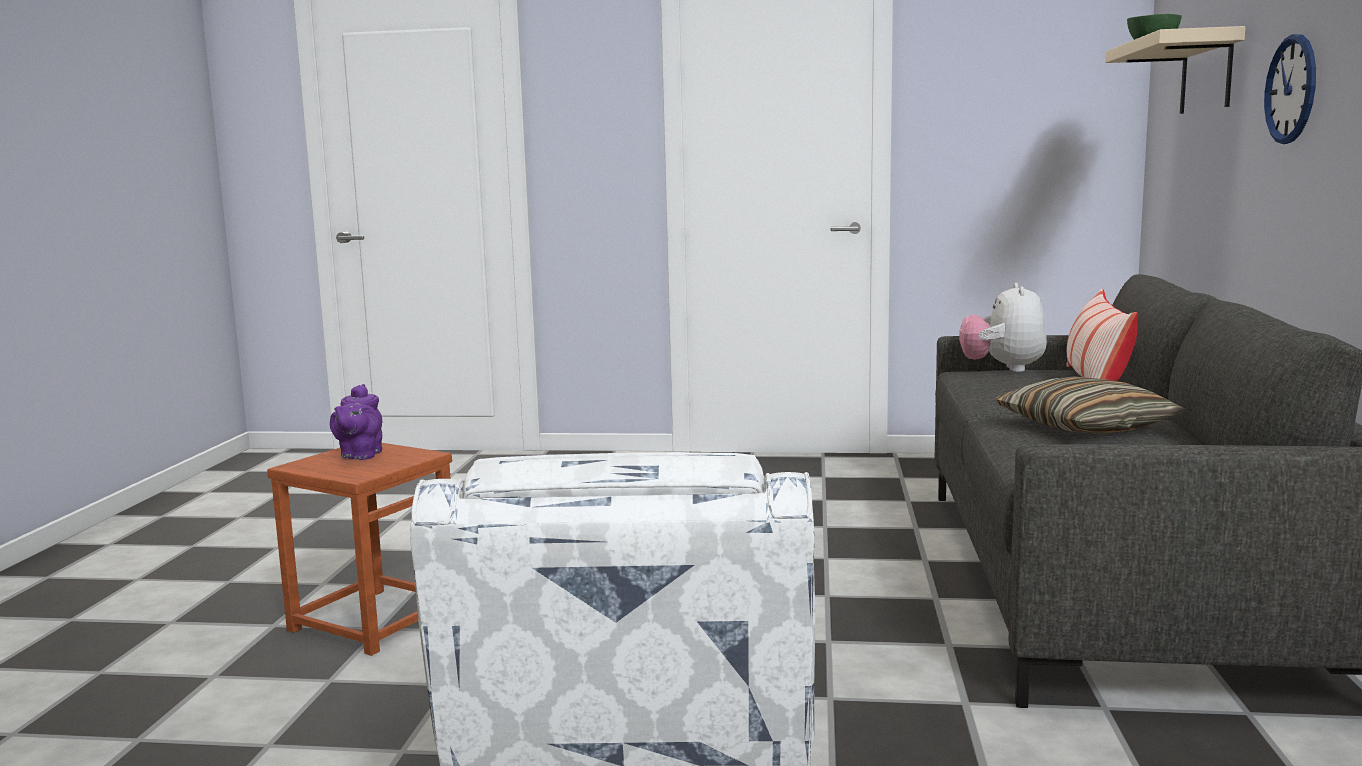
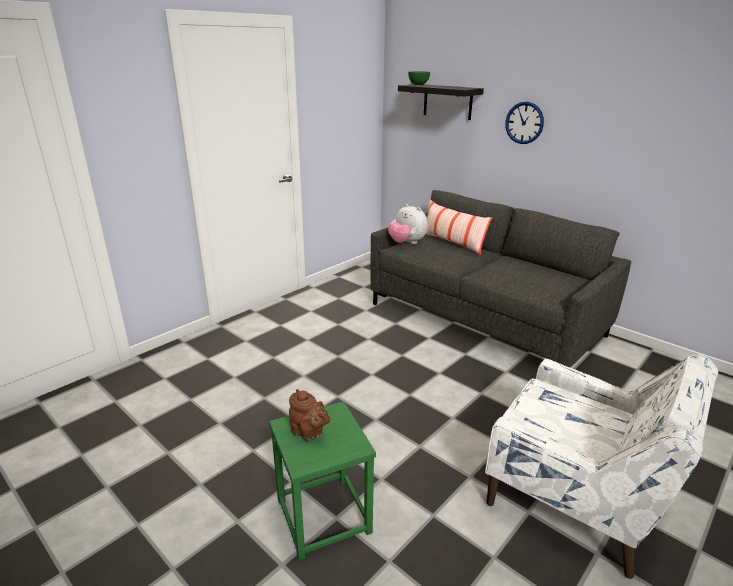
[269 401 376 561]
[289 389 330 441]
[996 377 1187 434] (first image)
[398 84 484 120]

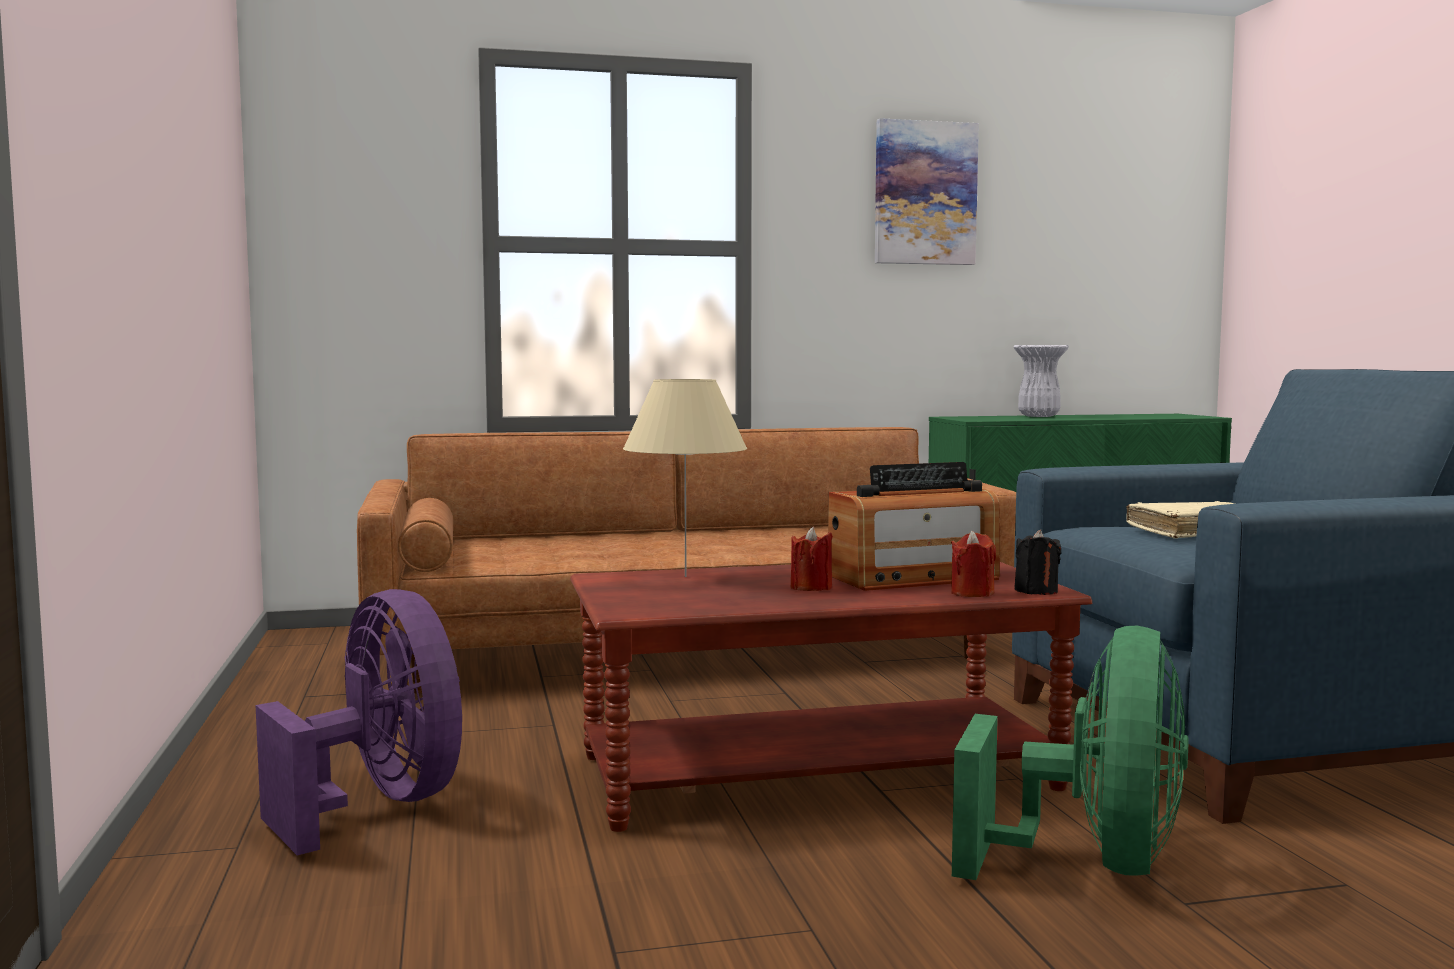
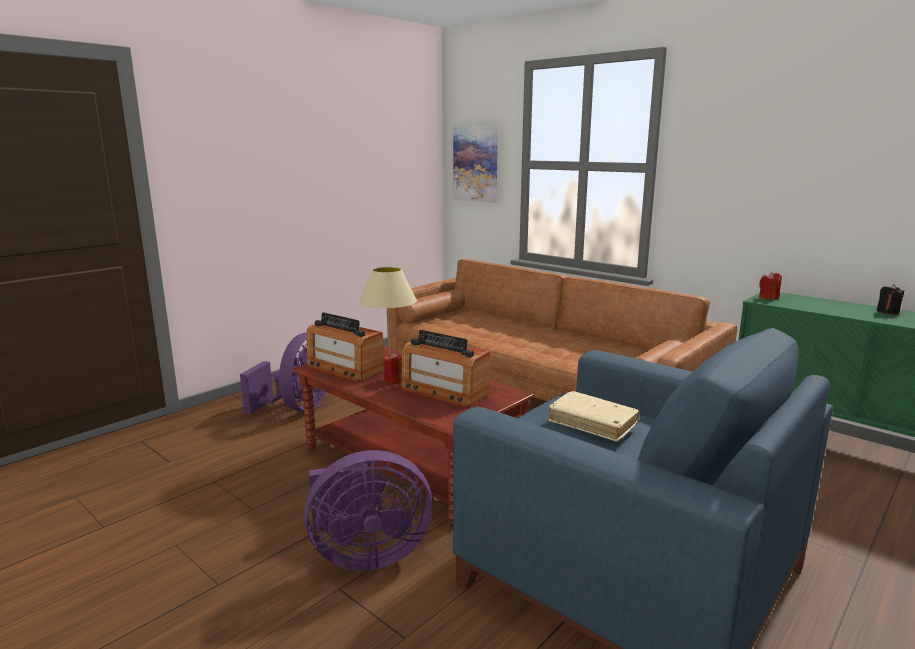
[453 127 498 203]
[759 272 782 299]
[304 450 433 571]
[1013 345 1069 417] (first image)
[877 284 905 314]
[307 312 384 382]

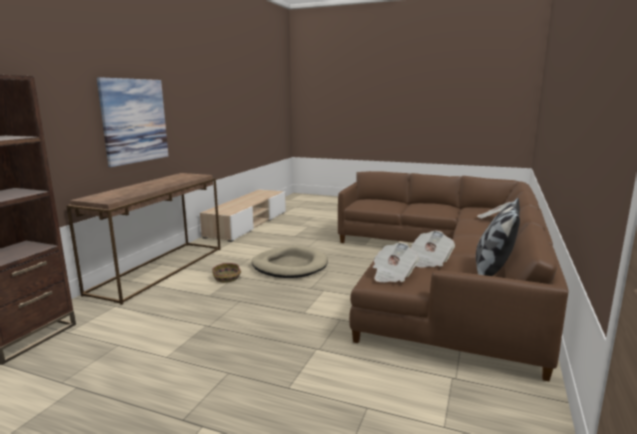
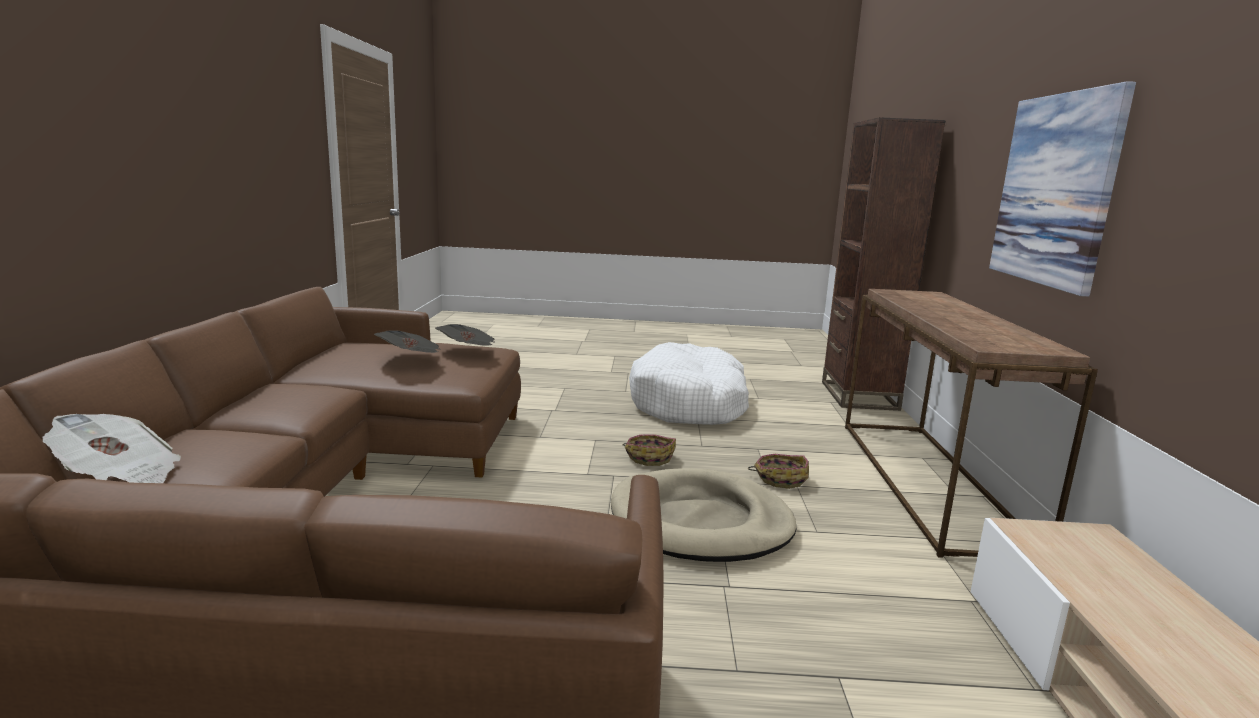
[476 198 520 276] (first image)
[622 434 676 466]
[629 342 749 425]

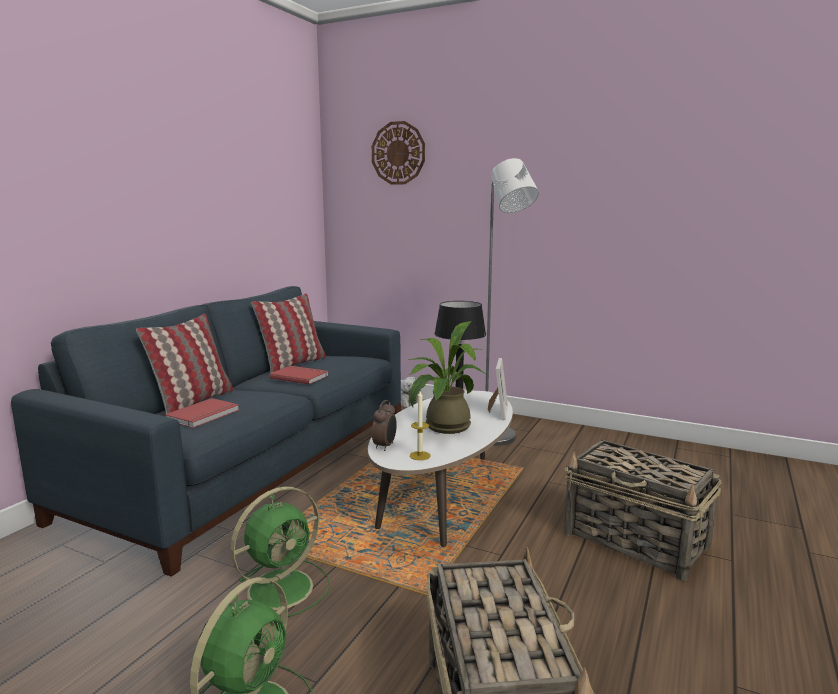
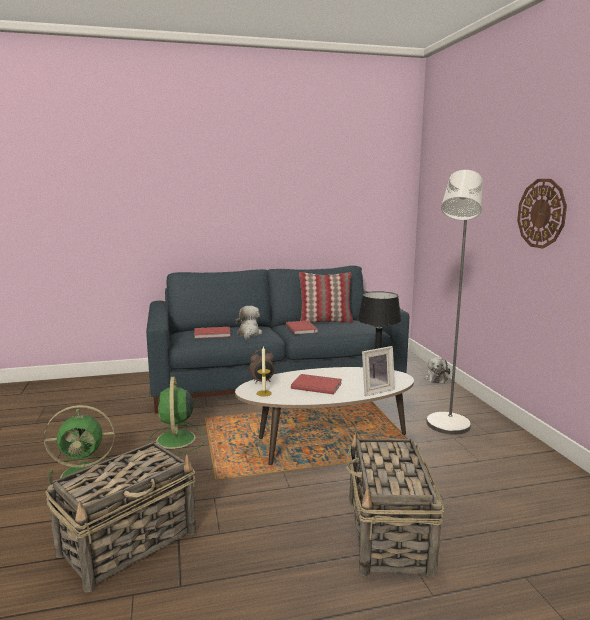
[136 314 233 414] (first image)
[148 377 205 454]
[517 179 567 249]
[291 374 342 395]
[235 306 262 340]

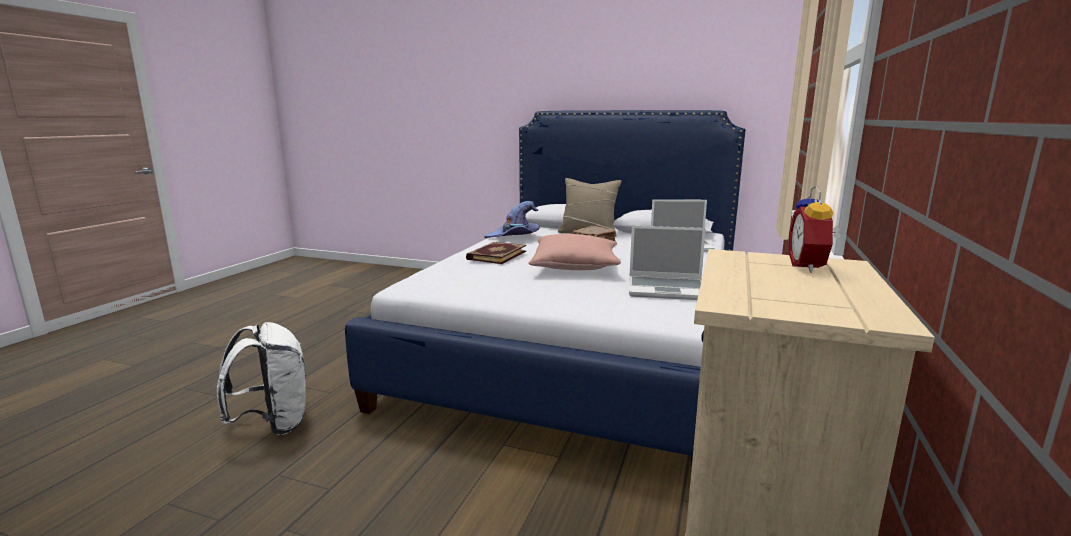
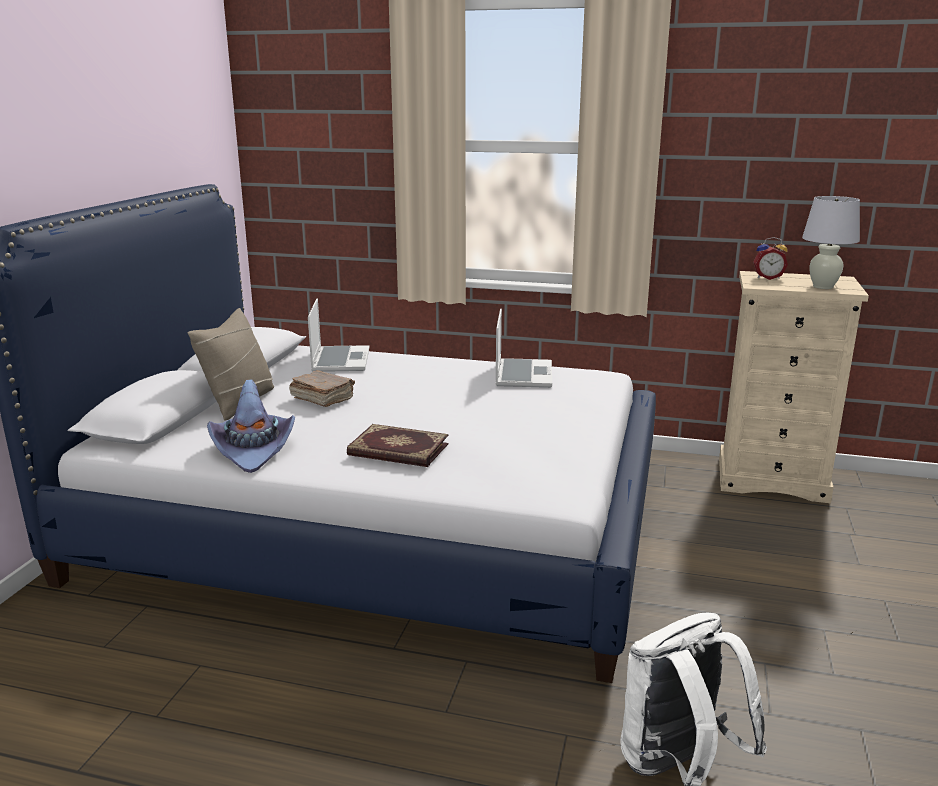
[528 234 621 270] (first image)
[802 196 860 289]

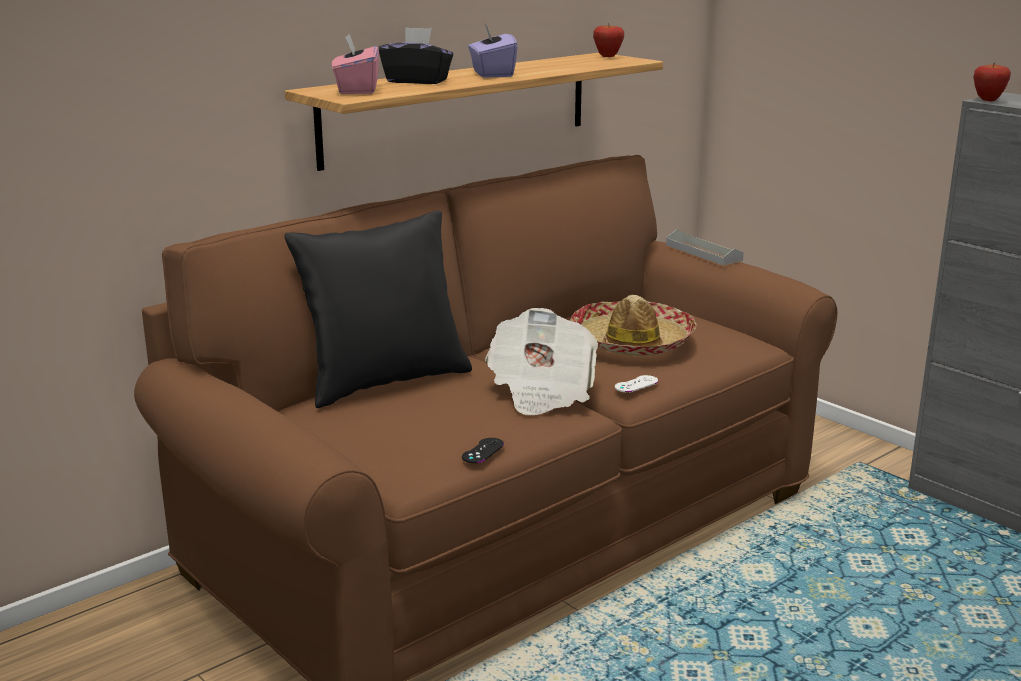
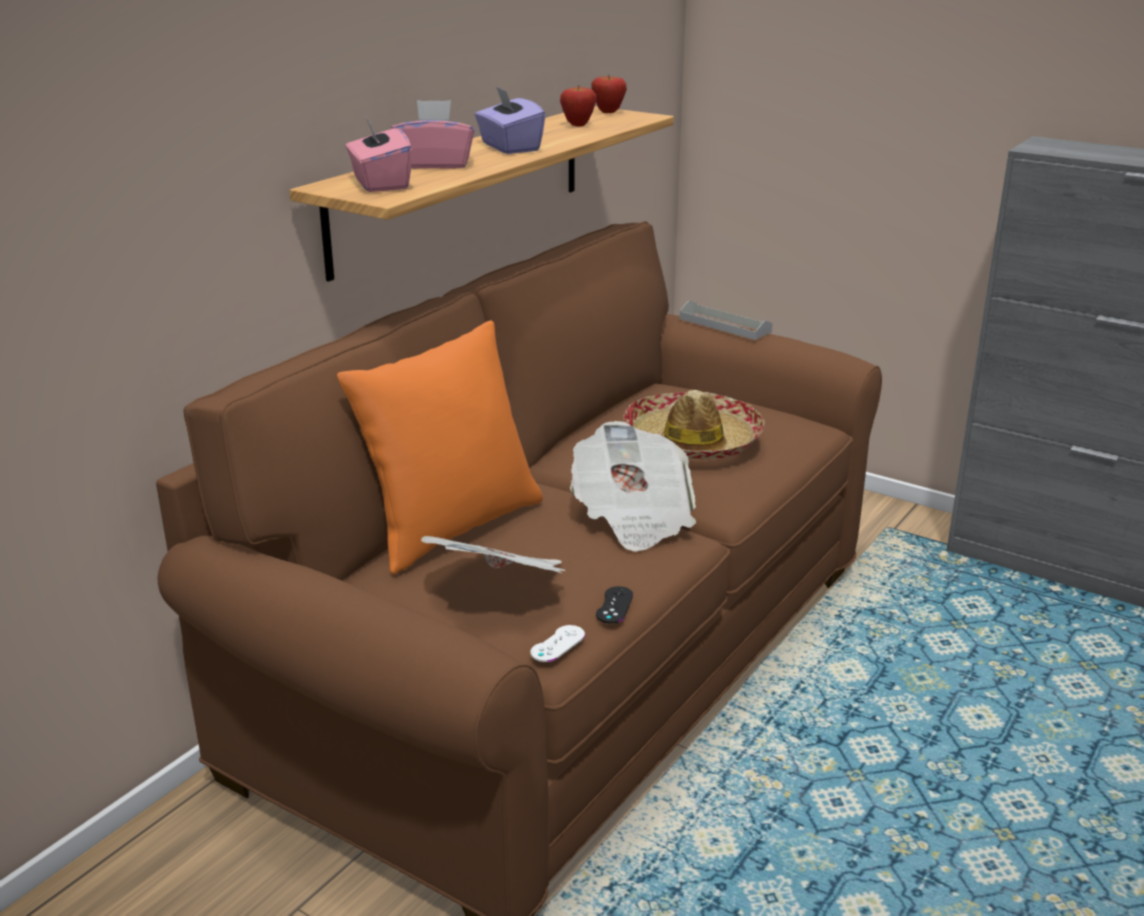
[337 321 543 574]
[391 100 475 169]
[531 625 585 662]
[560 85 596 126]
[421 536 566 573]

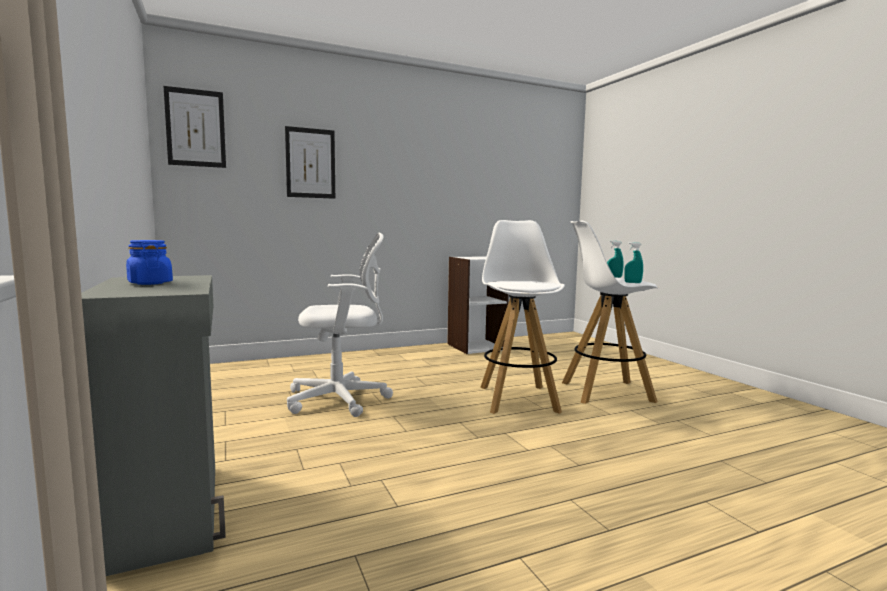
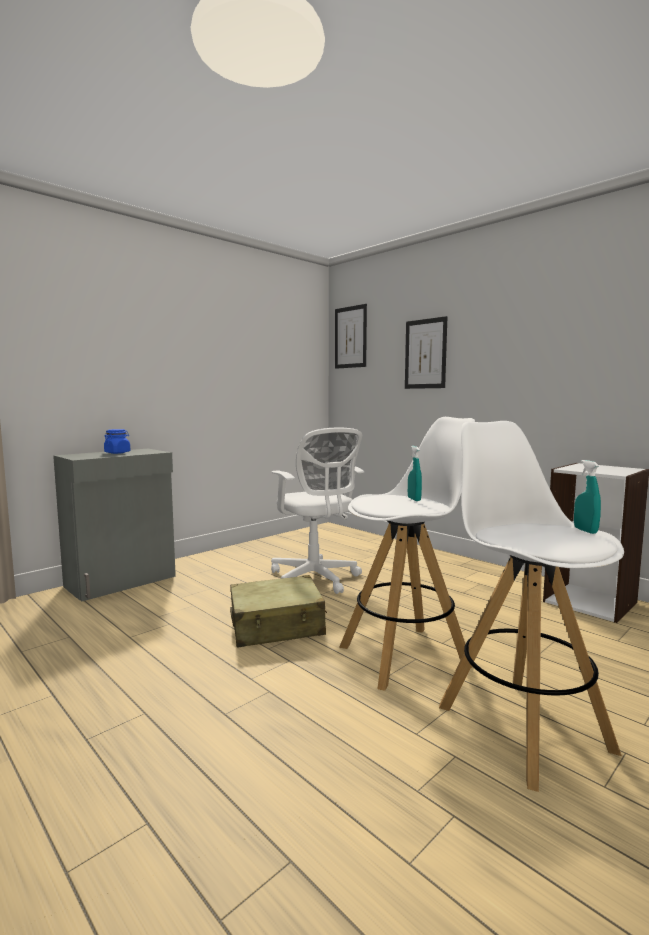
[408 446 422 501]
[230 575 327 648]

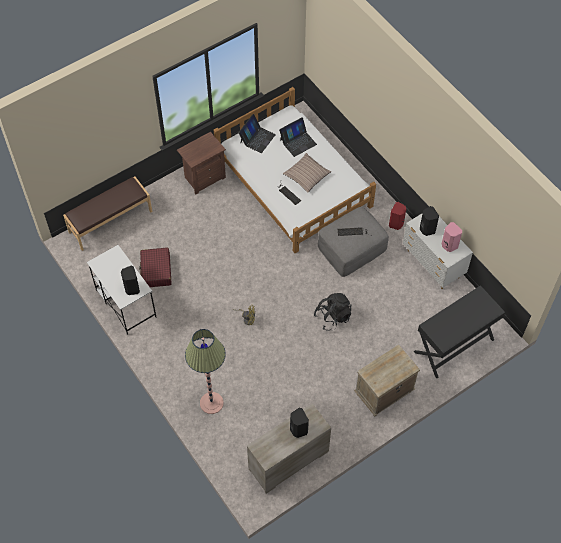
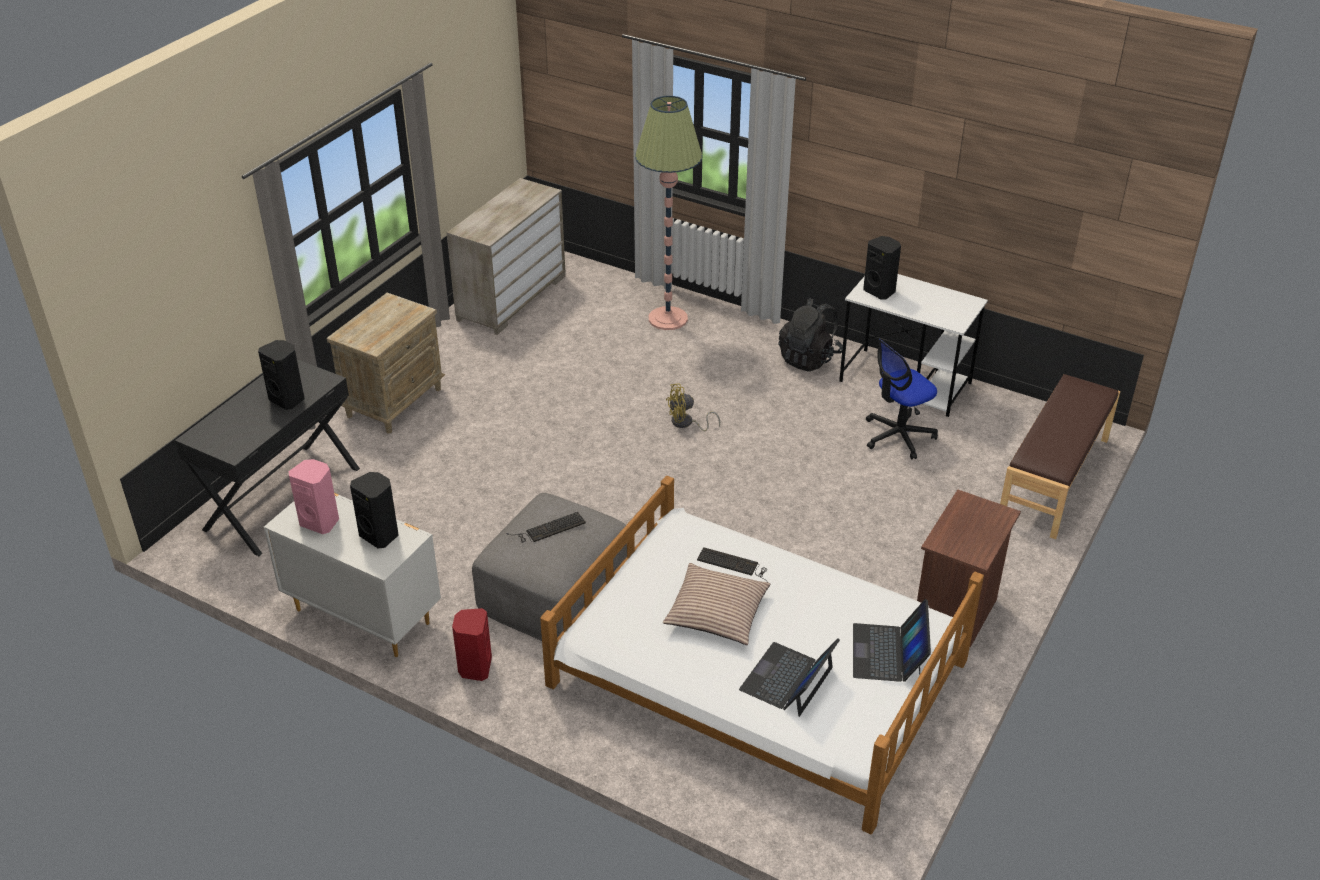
[866 339 938 460]
[258 340 305 410]
[778 298 843 372]

